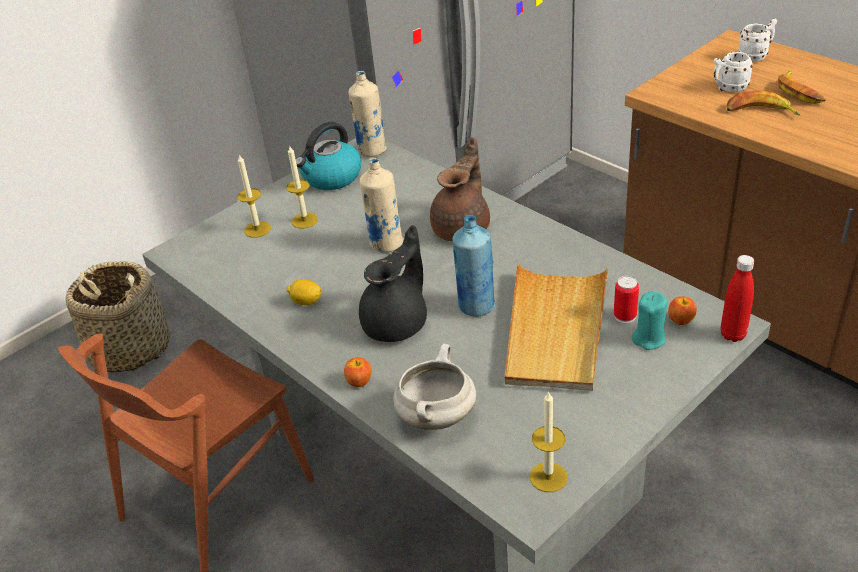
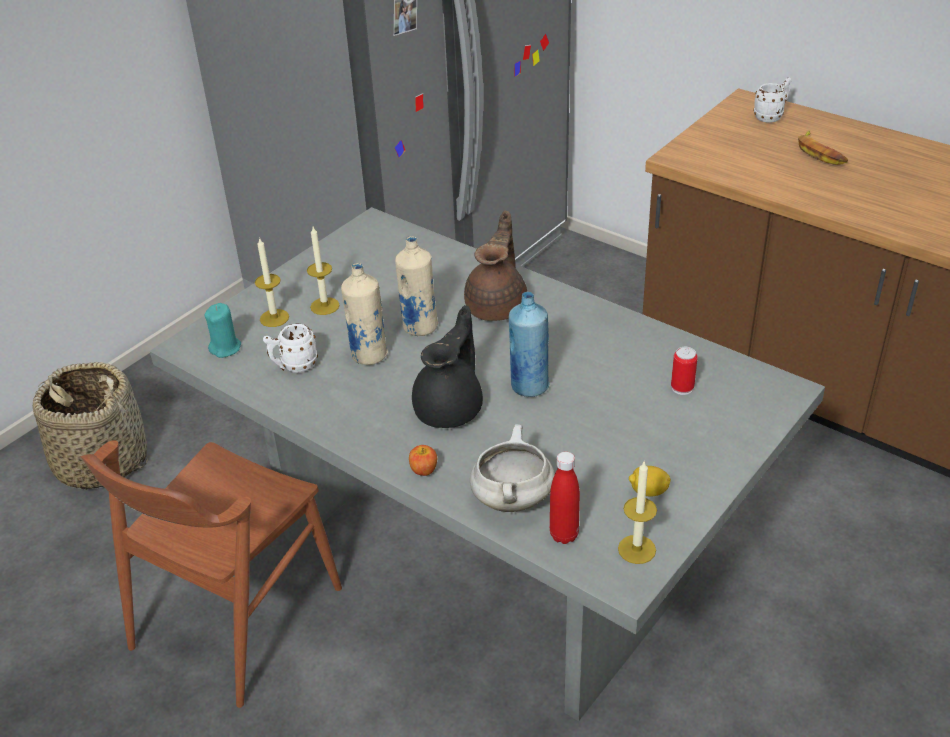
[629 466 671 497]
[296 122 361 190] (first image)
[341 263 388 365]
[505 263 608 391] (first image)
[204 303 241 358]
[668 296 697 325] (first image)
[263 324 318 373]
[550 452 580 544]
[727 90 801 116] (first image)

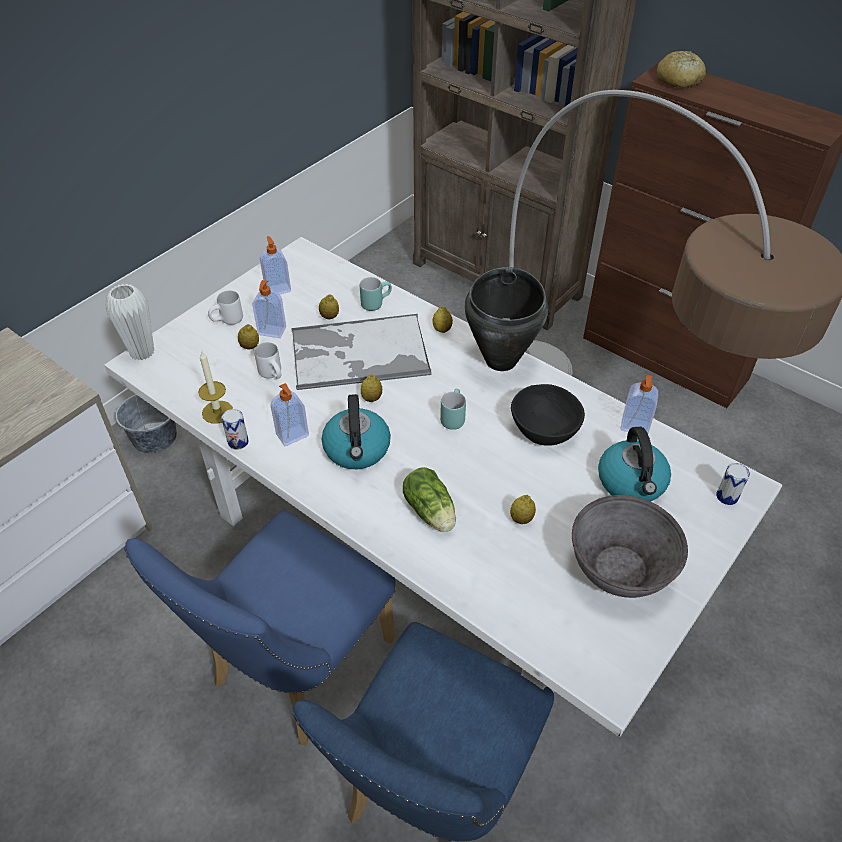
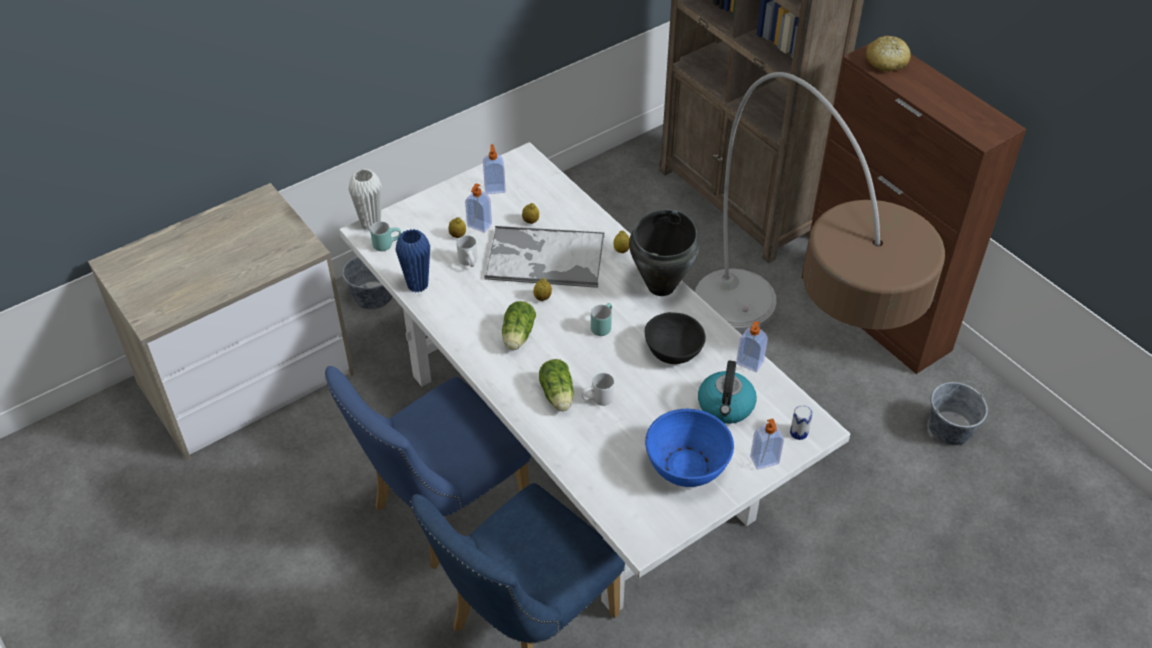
[395 229 430 293]
[581 373 614 406]
[222 409 249 450] (first image)
[750 419 784 469]
[502 301 536 350]
[370 221 401 251]
[510 495 536 524] (first image)
[645 409 734 487]
[929 381 988 445]

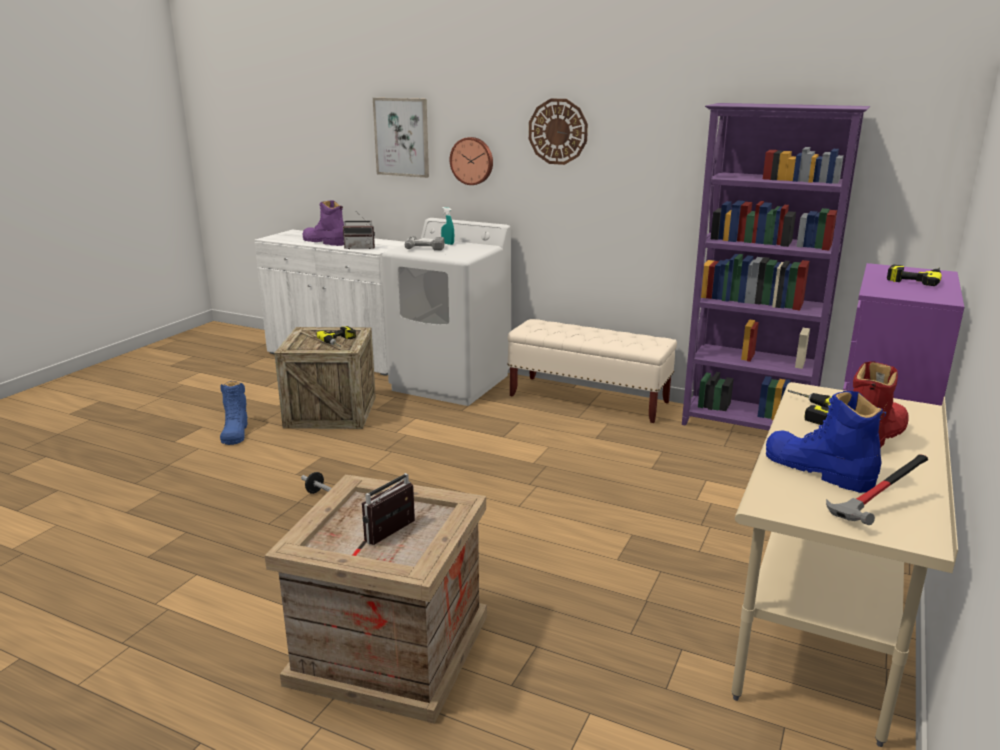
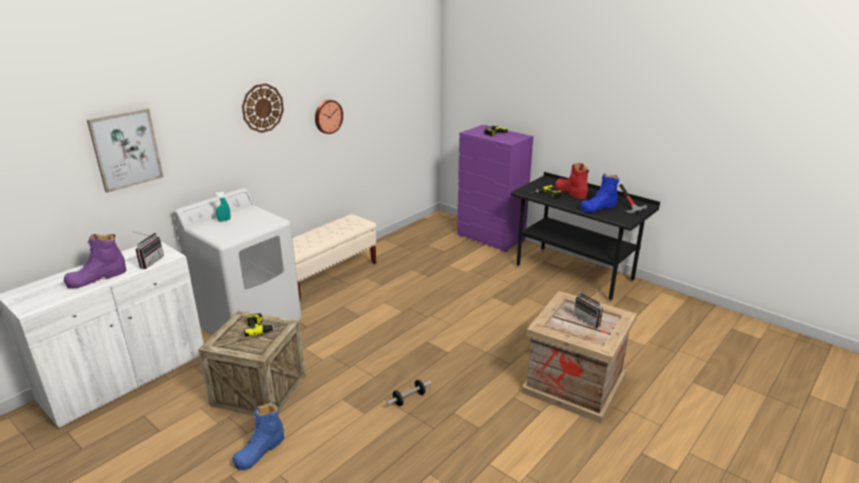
[233 402 284 470]
[405 236 444 251] (first image)
[315 100 343 134]
[682 103 870 431] (first image)
[510 172 660 302]

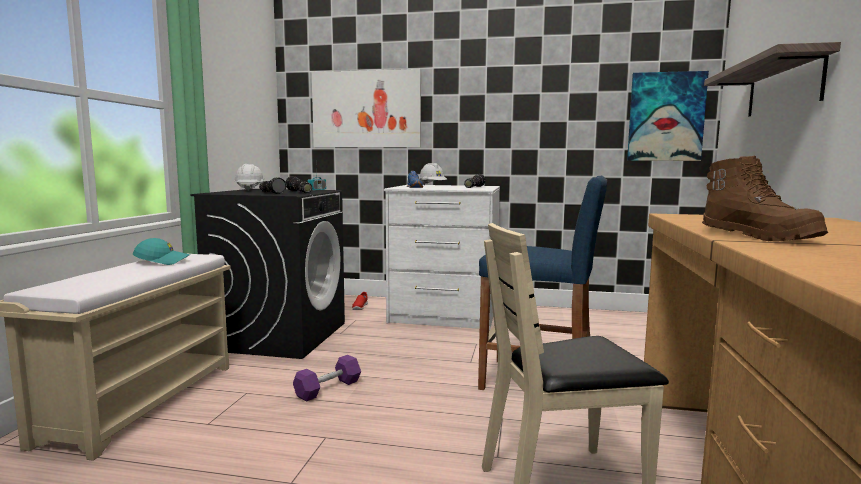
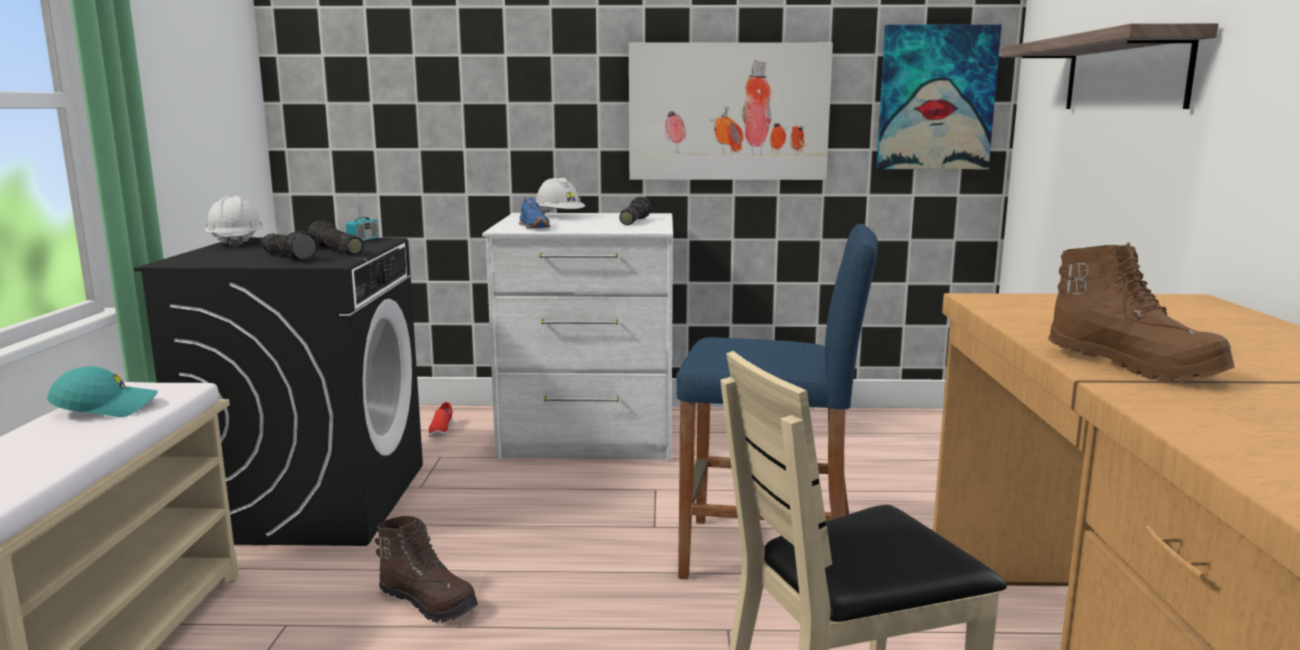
[375 516 478 623]
[629 42 833 180]

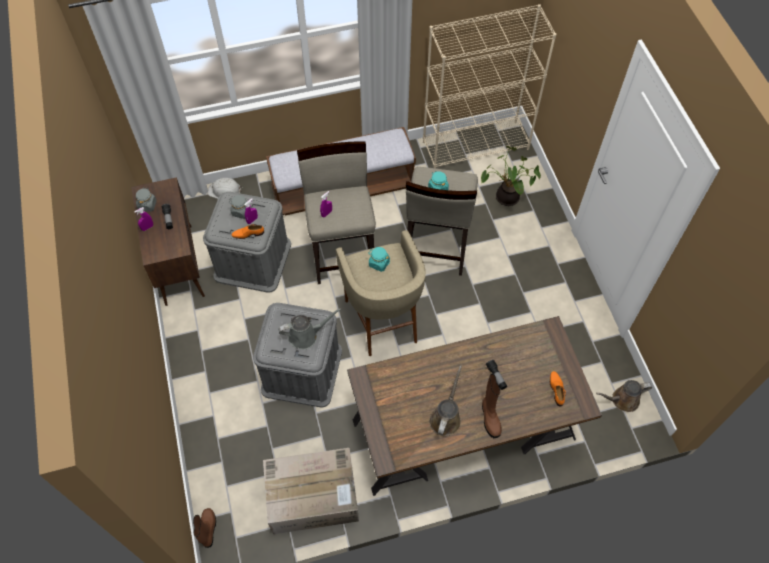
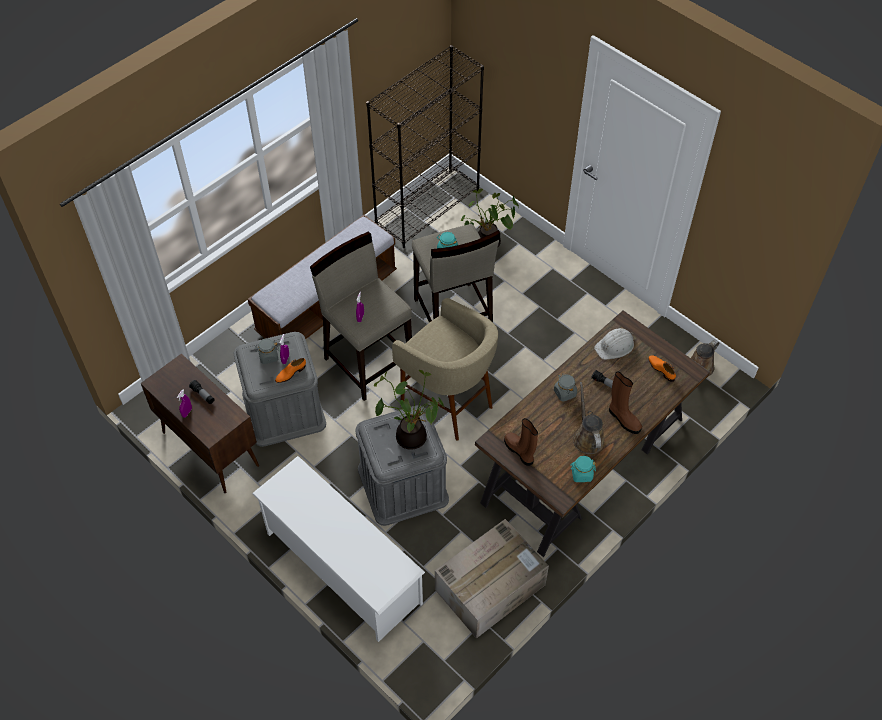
[554 373 577 402]
[504 418 538 466]
[594 328 634 360]
[374 370 444 450]
[570 456 596 482]
[366 45 484 248]
[252 456 425 642]

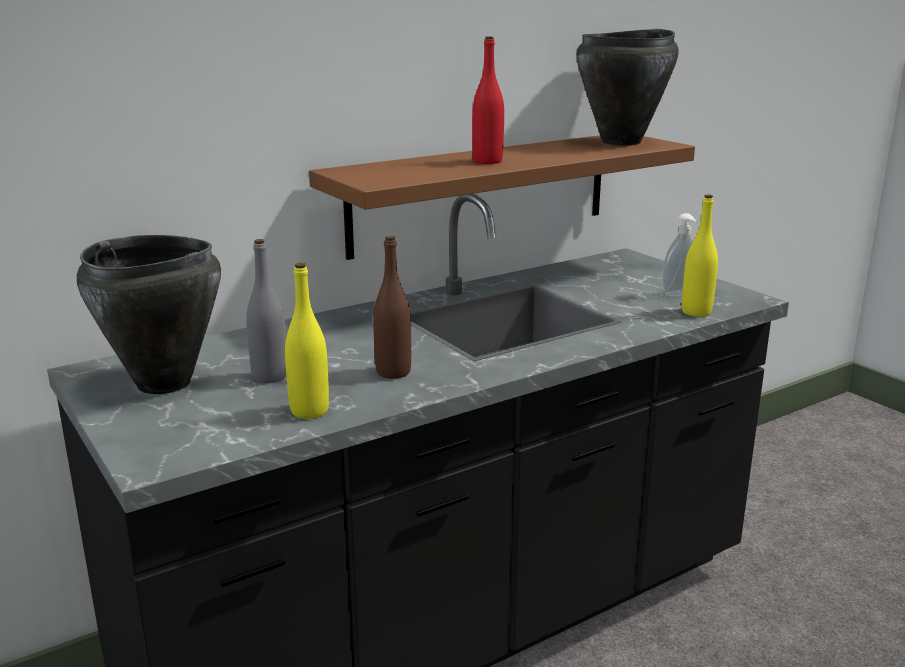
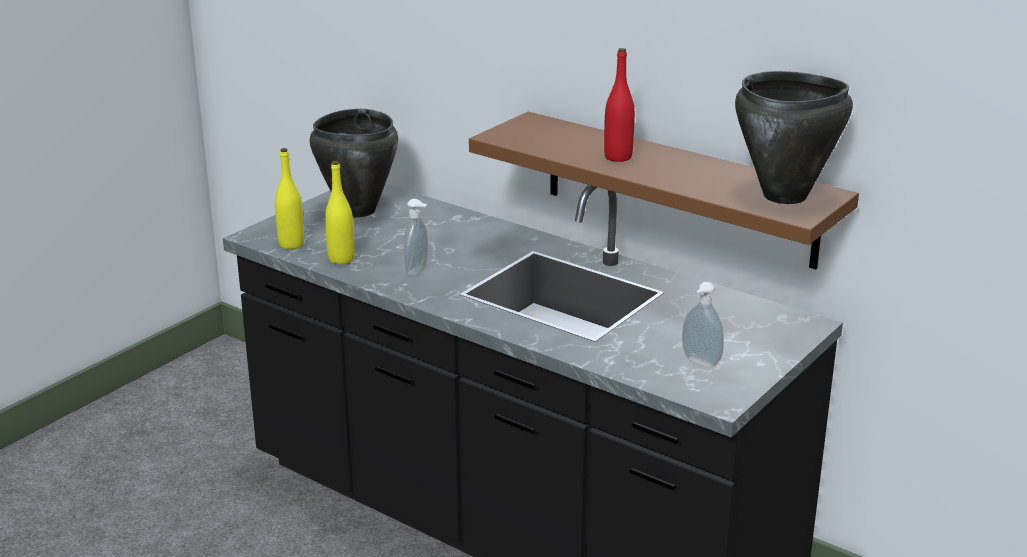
[246 239 286 384] (first image)
[403 199 428 276]
[275 148 304 249]

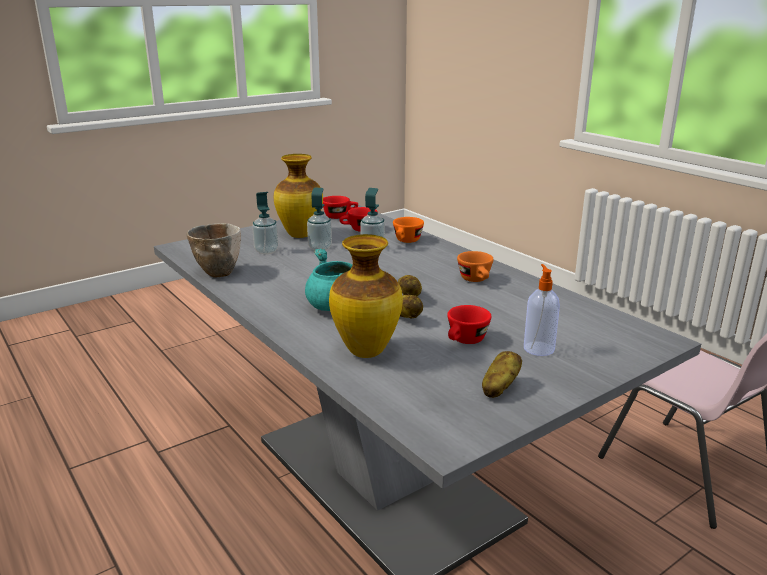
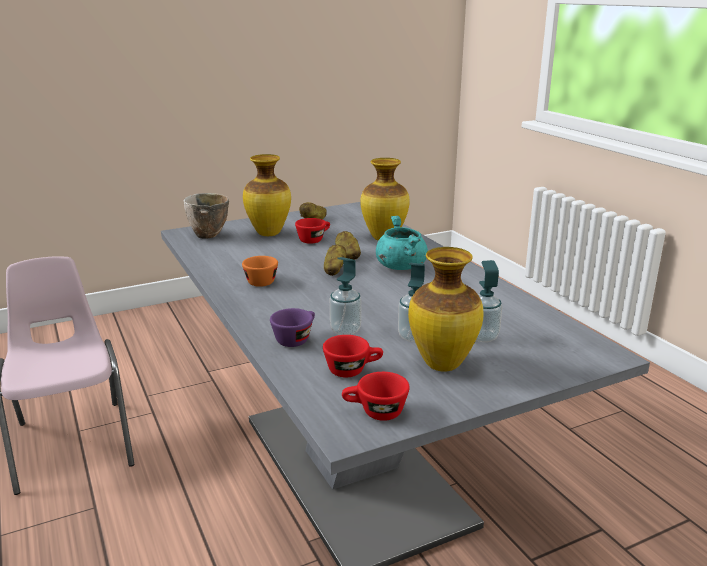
[184 193 229 239]
[270 308 315 347]
[243 154 291 236]

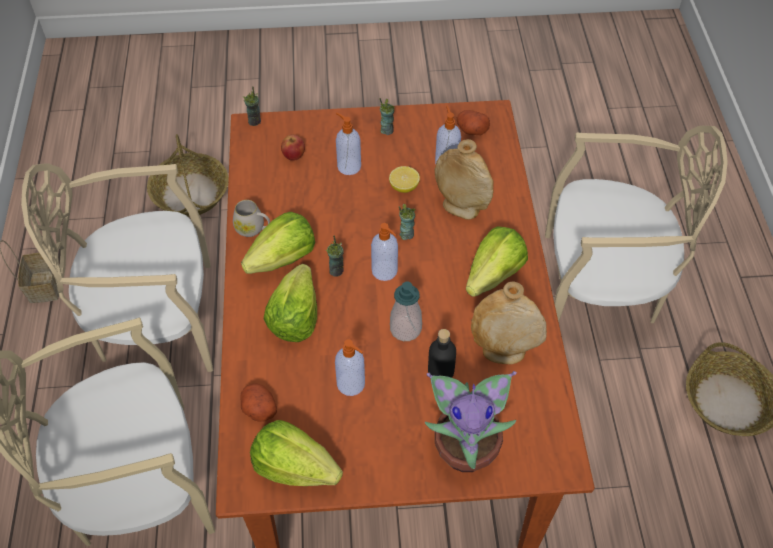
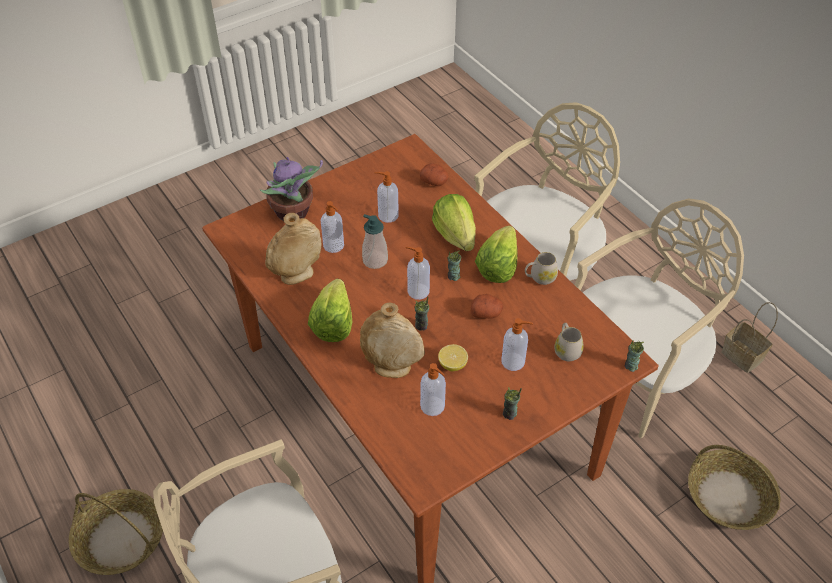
[250 420 343 486] (first image)
[554 323 584 361]
[321 201 344 253]
[470 294 503 319]

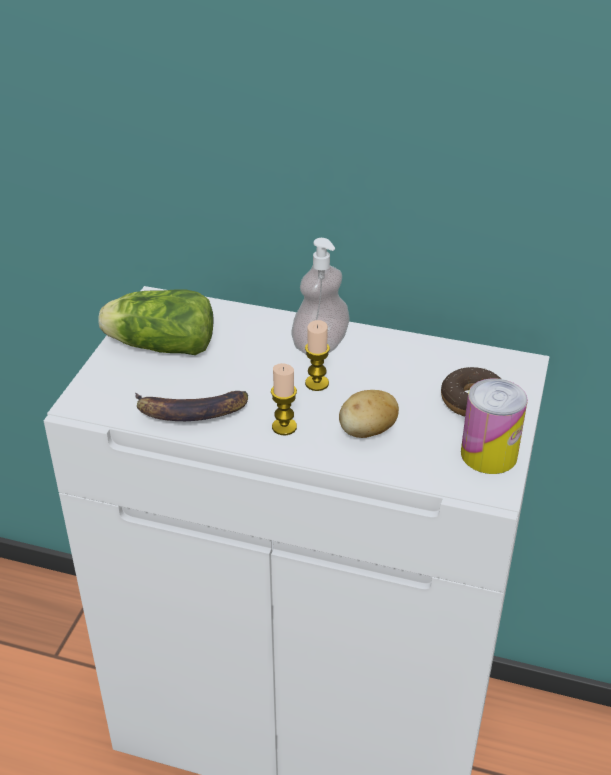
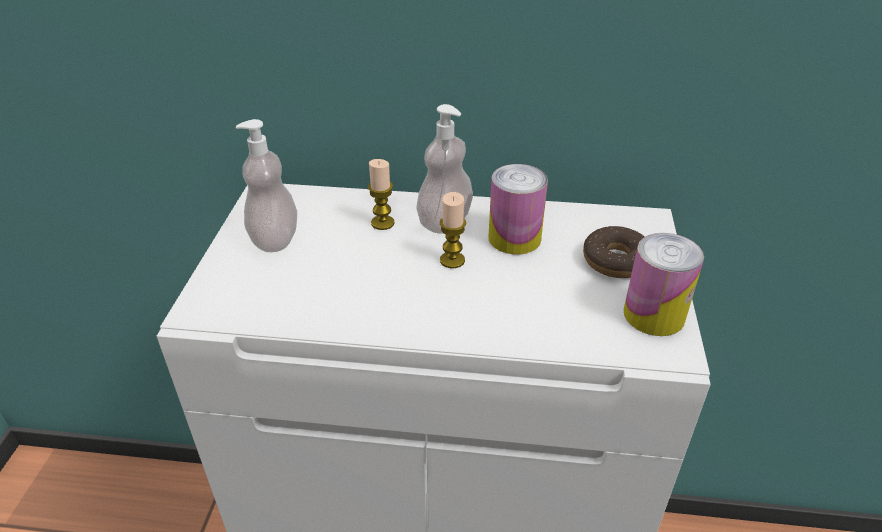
[236 119 297 252]
[135 391 248 421] (first image)
[368 159 395 230]
[339 390 399 438] (first image)
[488 164 548 254]

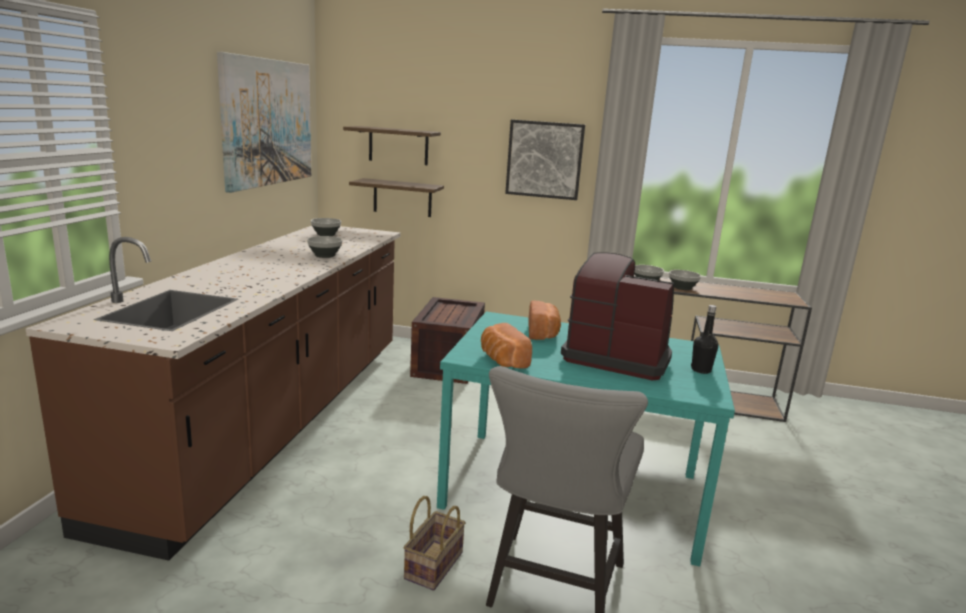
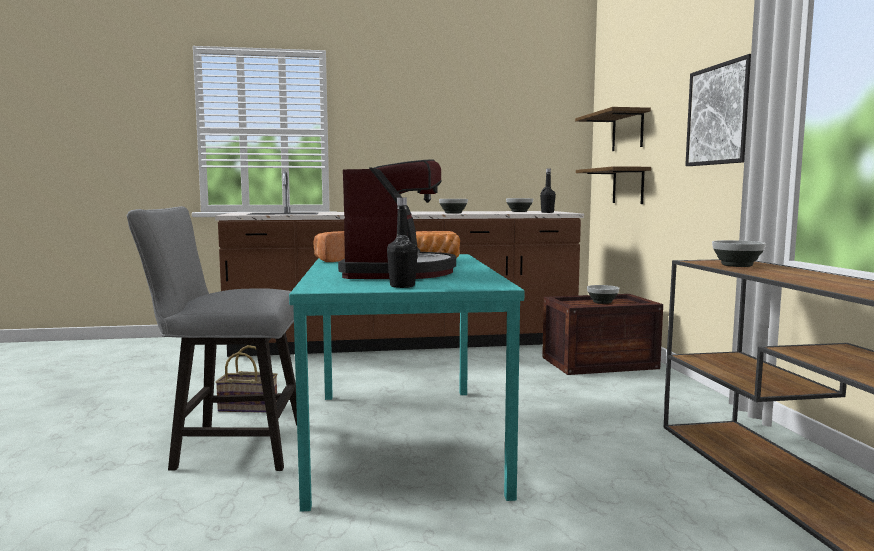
[217 52 311 193] (first image)
[587 285 619 304]
[540 168 556 213]

